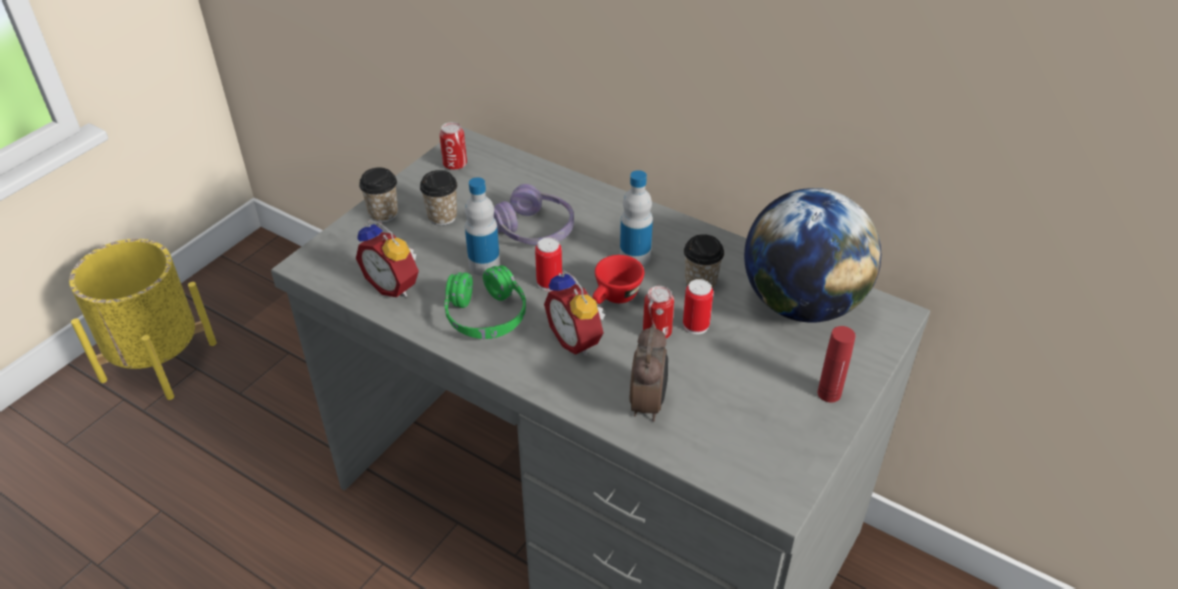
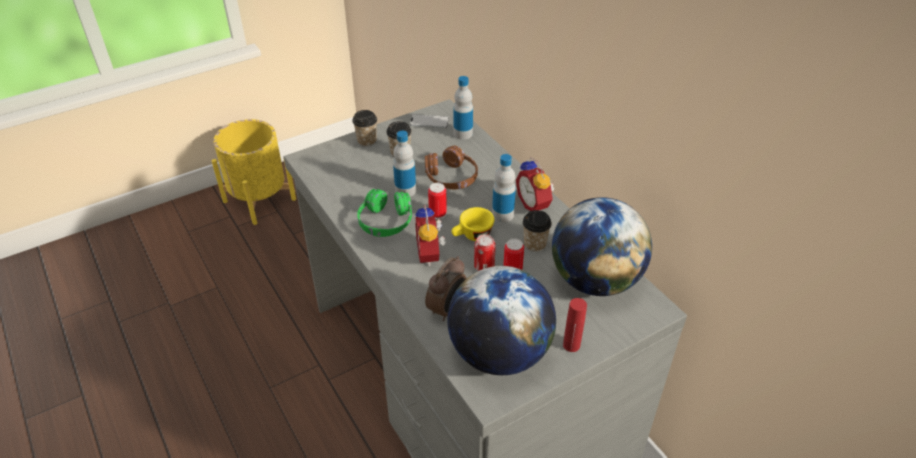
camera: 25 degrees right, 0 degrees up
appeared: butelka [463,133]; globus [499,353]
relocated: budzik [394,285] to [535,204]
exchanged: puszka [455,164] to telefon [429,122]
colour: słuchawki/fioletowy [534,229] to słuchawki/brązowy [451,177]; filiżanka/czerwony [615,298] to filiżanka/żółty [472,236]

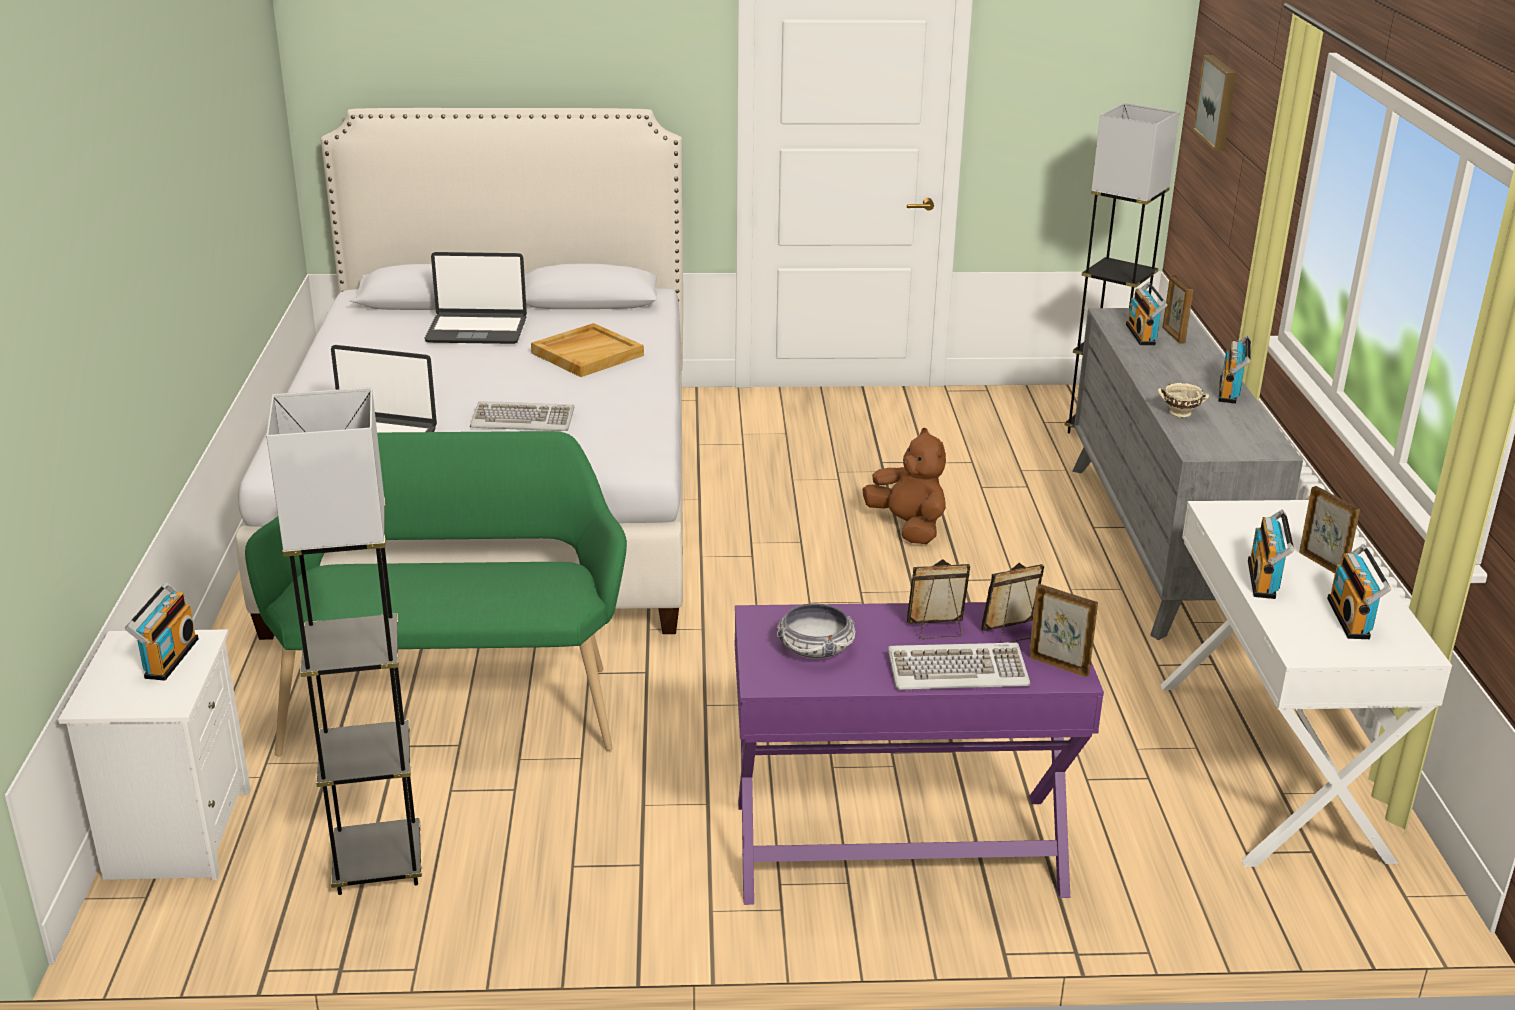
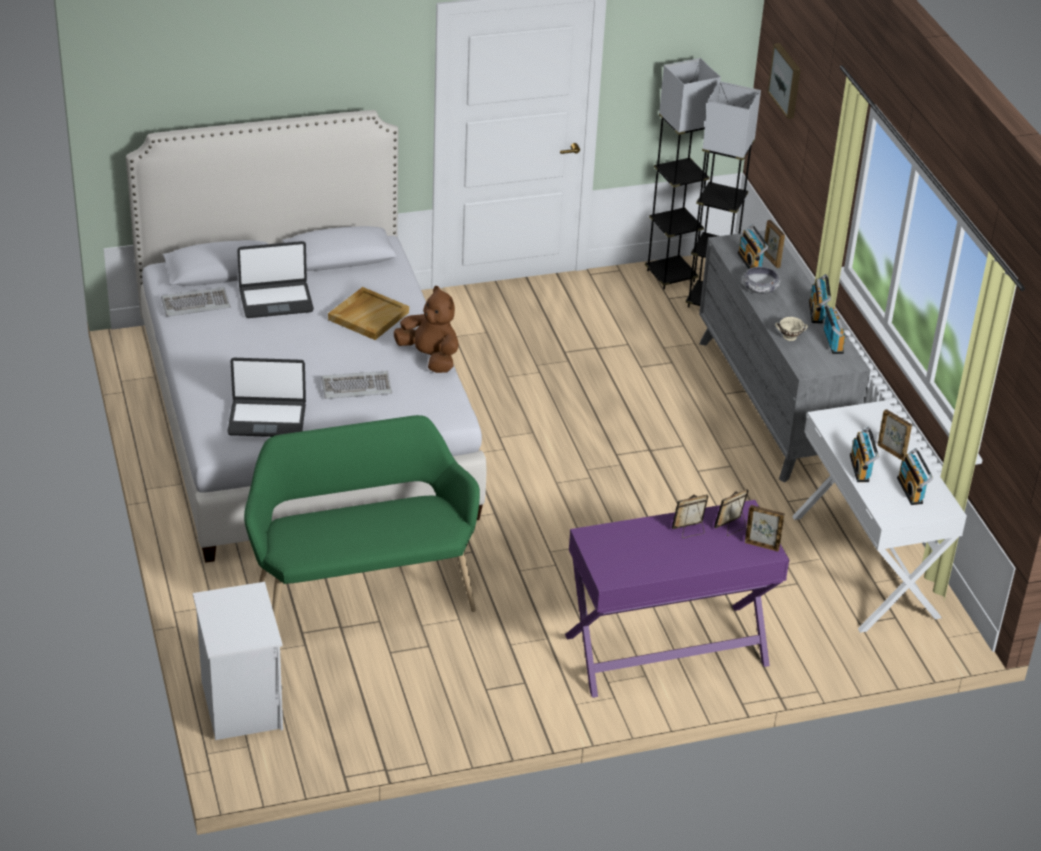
camera: 15 degrees left, 10 degrees up
relocated: lampa stojąca/szary [378,864] to [670,276]; pluszak/brązowy [908,527] to [430,357]; radio [168,658] to [831,342]; miska [815,647] to [760,288]; klawiatura [957,671] to [196,304]

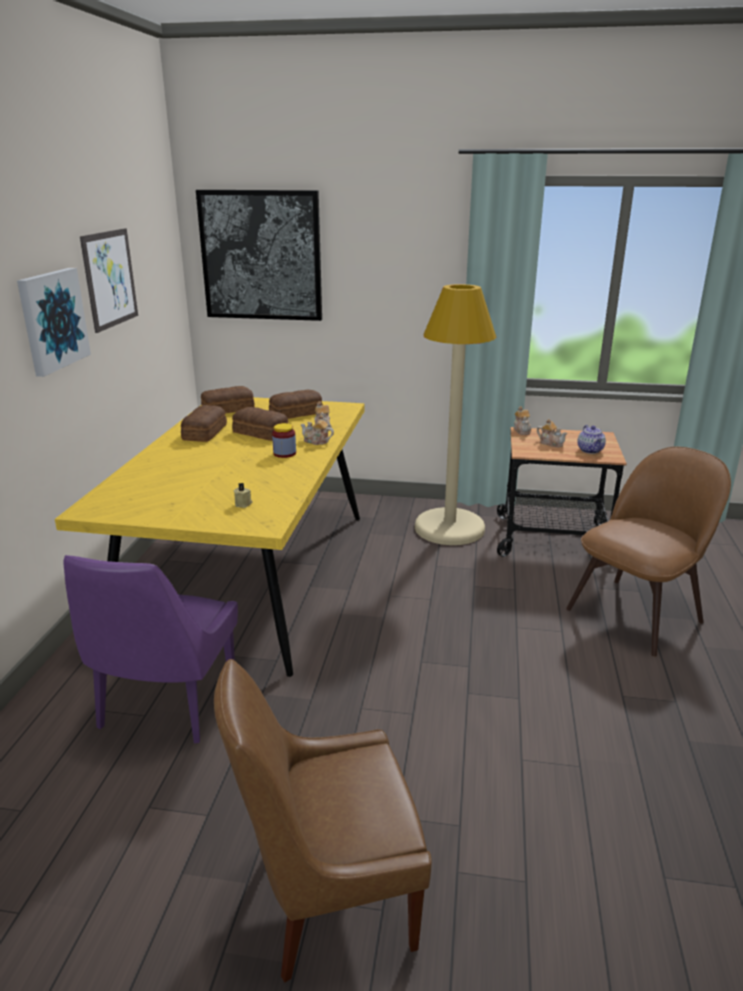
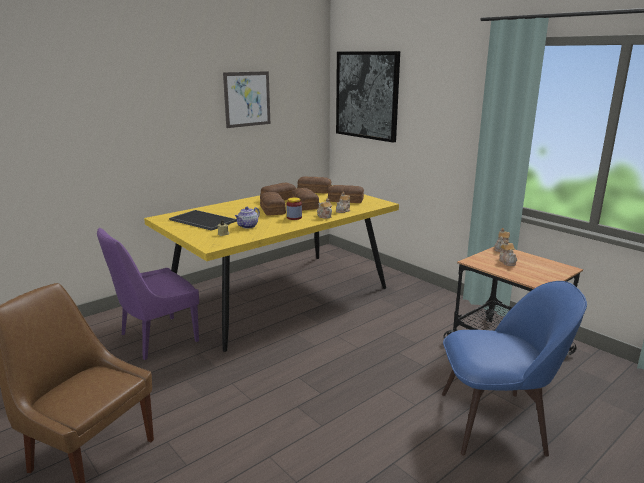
camera: 40 degrees right, 5 degrees down
missing: obraz [53,320]; lampa stojąca/beżowy [449,528]
appeared: chleb [272,210]; taca [201,220]
relocated: imbryk [590,451] to [247,226]
colour: krzesło/brązowy [637,613] to krzesło/niebieski [496,422]

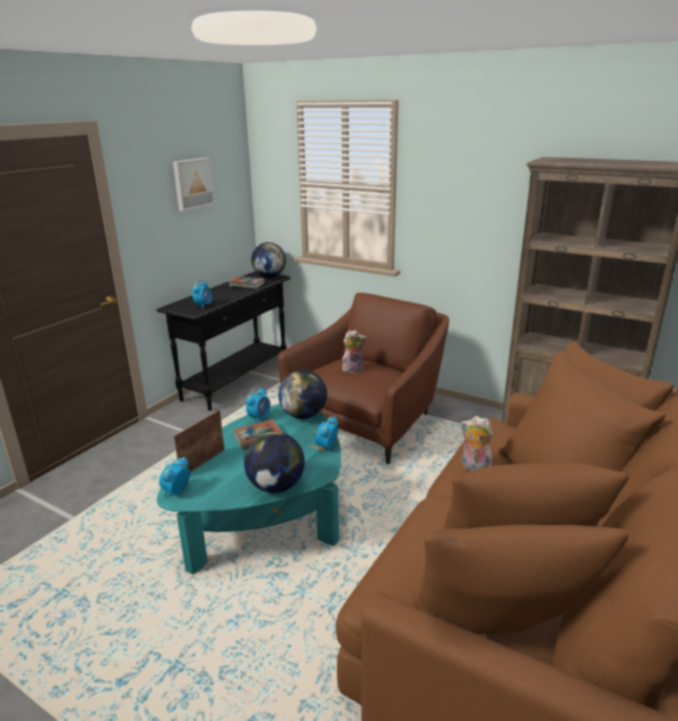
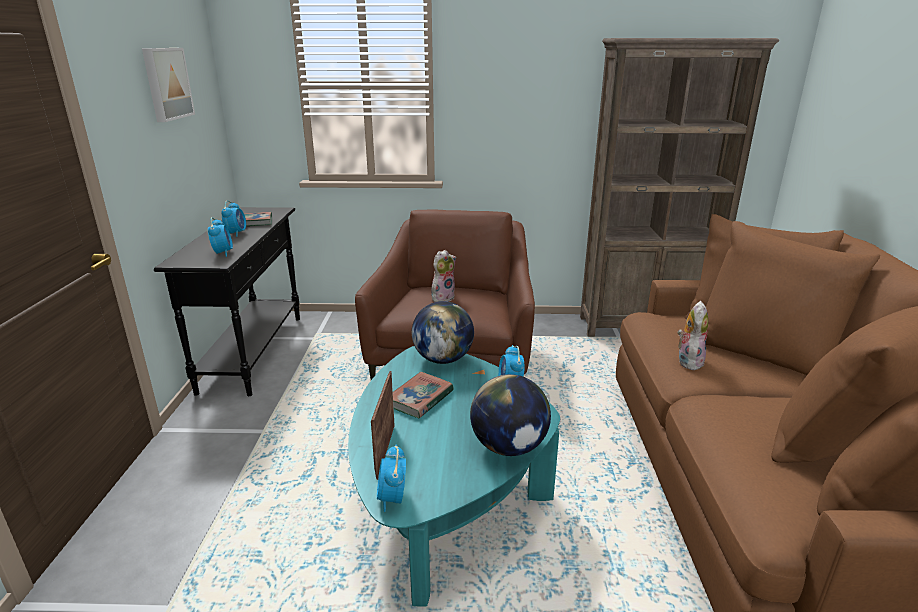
camera: 30 degrees left, 0 degrees up
missing: globus [269,276]
relocated: budzik [259,417] to [236,233]
spun: pluszak [474,468] = [688,361] 105 degrees clockwise

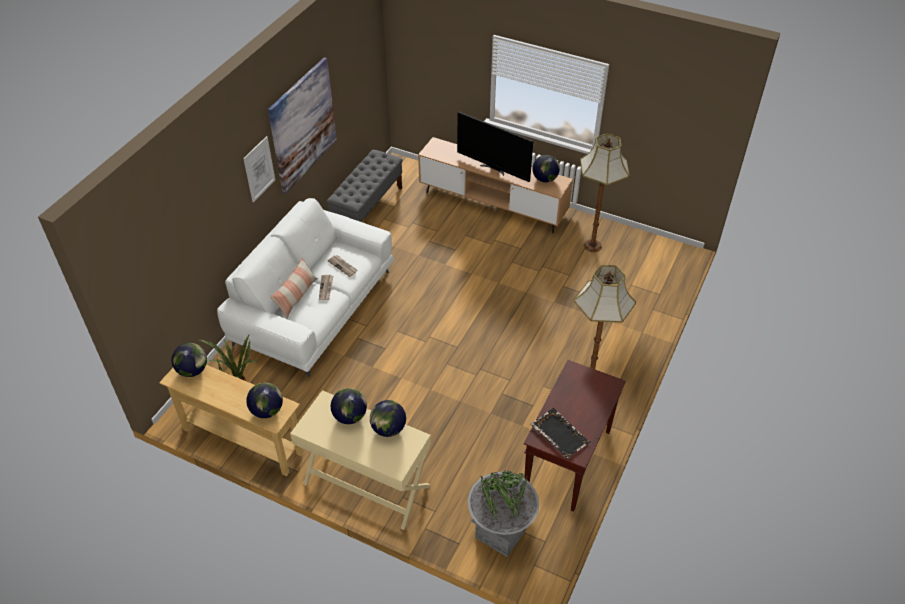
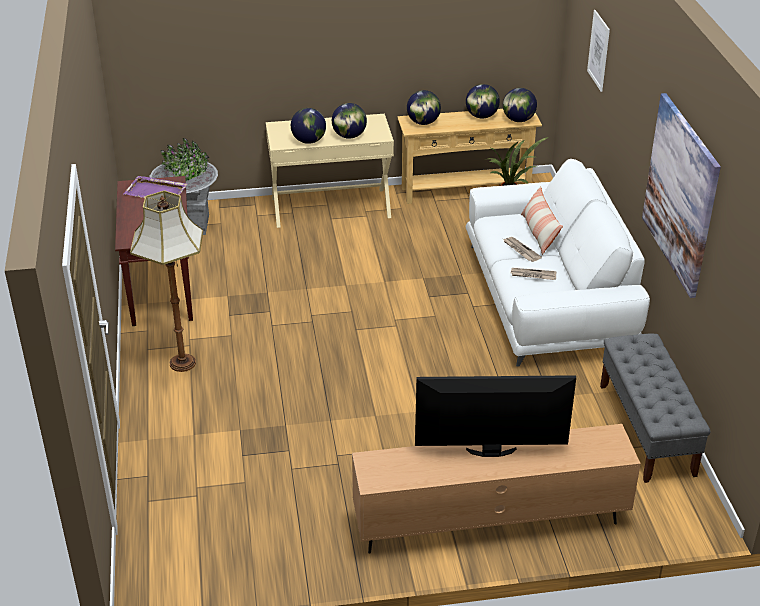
camera: 145 degrees right, 10 degrees down
missing: lampa stojąca [592,245]
relocated: obraz [259,169] to [598,50]; globus [545,179] to [481,116]
colour: taca/czarny [559,434] to taca/fioletowy [156,191]

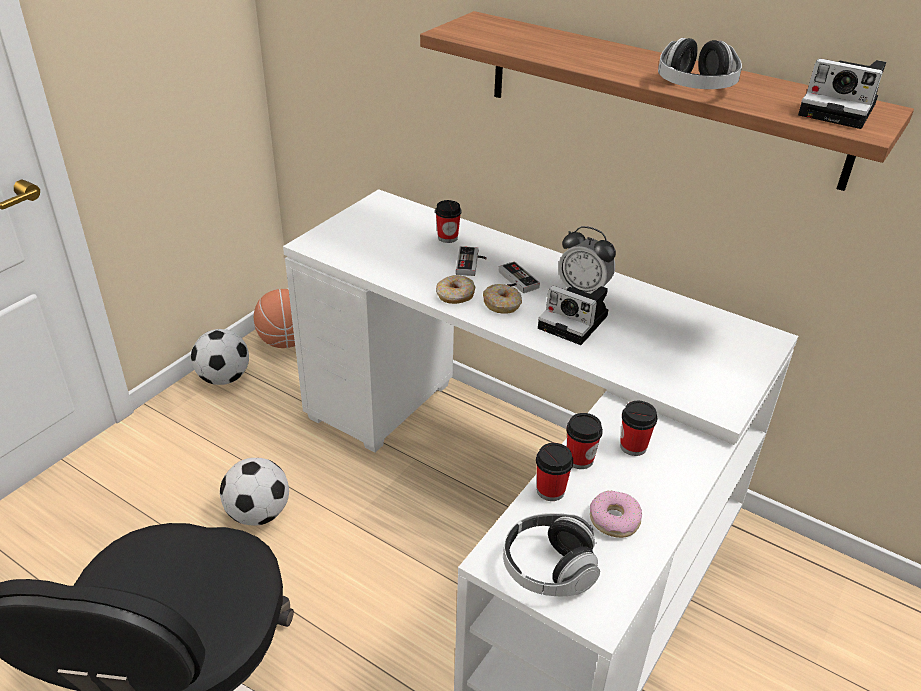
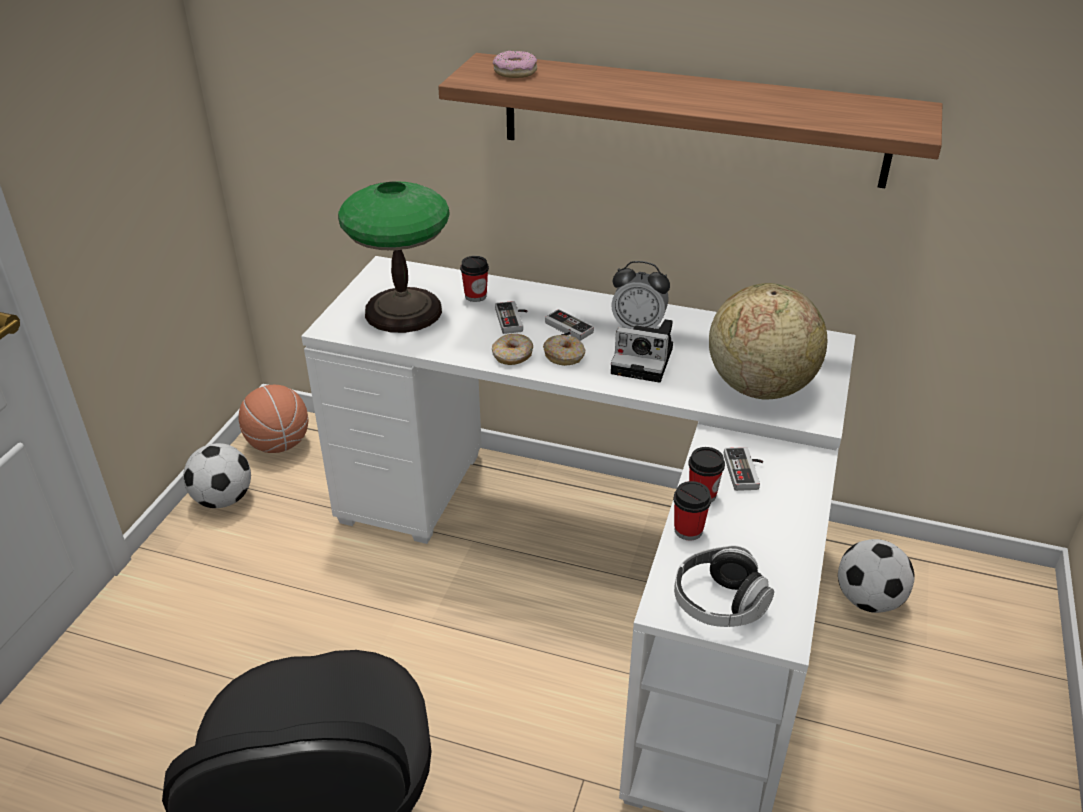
camera: 15 degrees left, 0 degrees up
missing: słuchawki [695,88]; aparat fotograficzny [841,110]
appeared: lampa stołowa [402,312]; globus [759,387]
relocated: piłka futbolowa [258,513] to [868,600]; donut [614,520] to [515,72]
exchanged: filiżanka [633,446] to pad do gier [746,471]

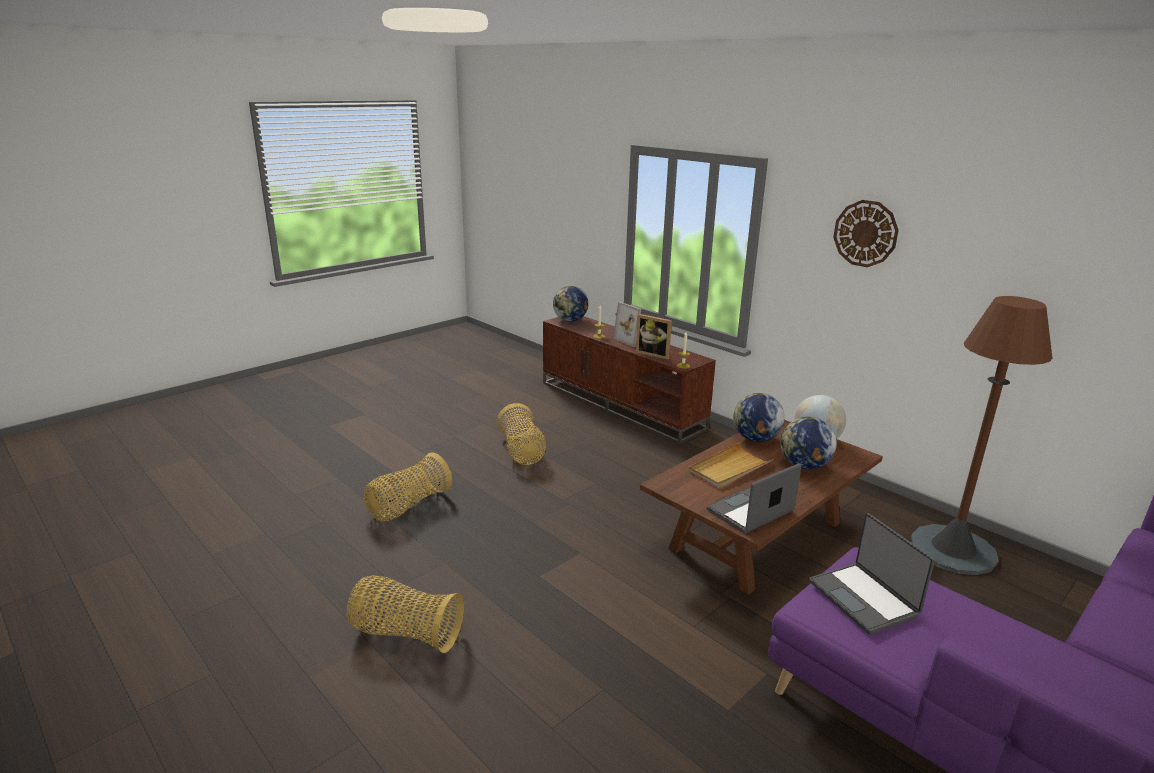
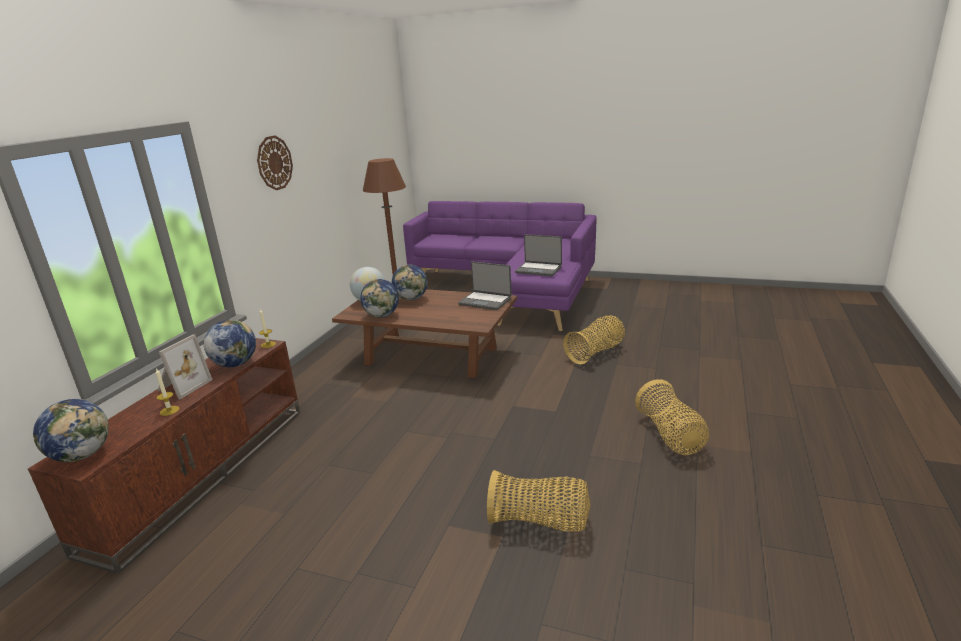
camera: 115 degrees left, 0 degrees up
missing: taca/beżowy [729,468]
relocated: koszyk [522,451] to [596,352]
exchanged: ramka na zdjęcie [654,354] to globus [235,364]
spun: laptop [864,598] = [539,269] 75 degrees clockwise

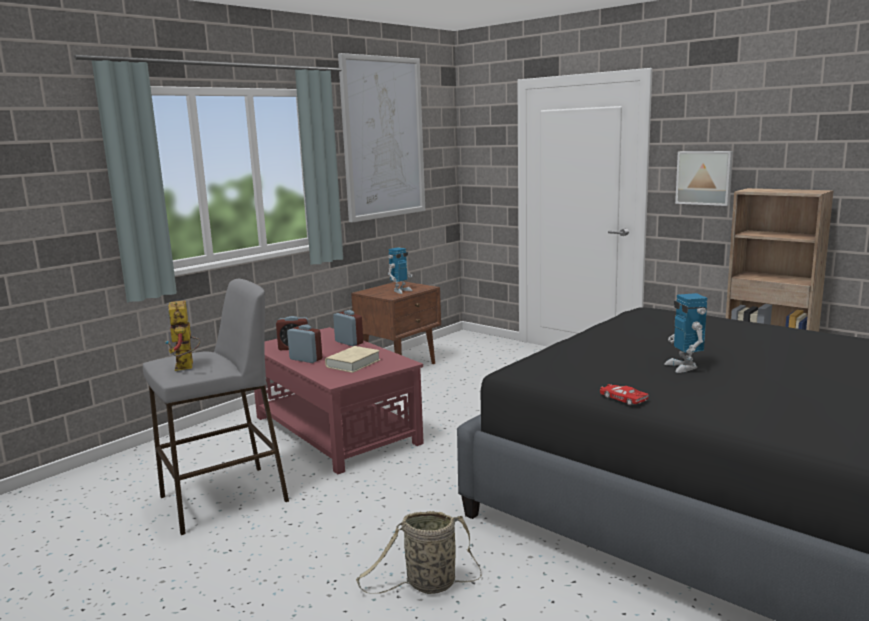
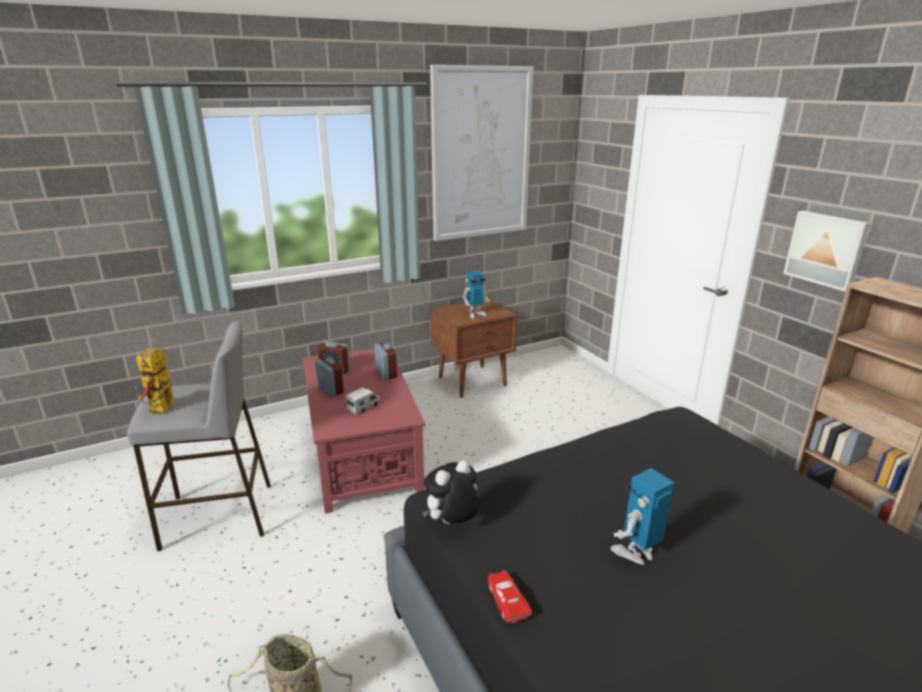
camera: 20 degrees right, 10 degrees up
appeared: pluszak [452,523]
exchanged: książka/beżowy [353,363] to ciężarówka zabawkowa [363,407]
spun: robot zabawkowy [684,367] = [636,553] 45 degrees clockwise

